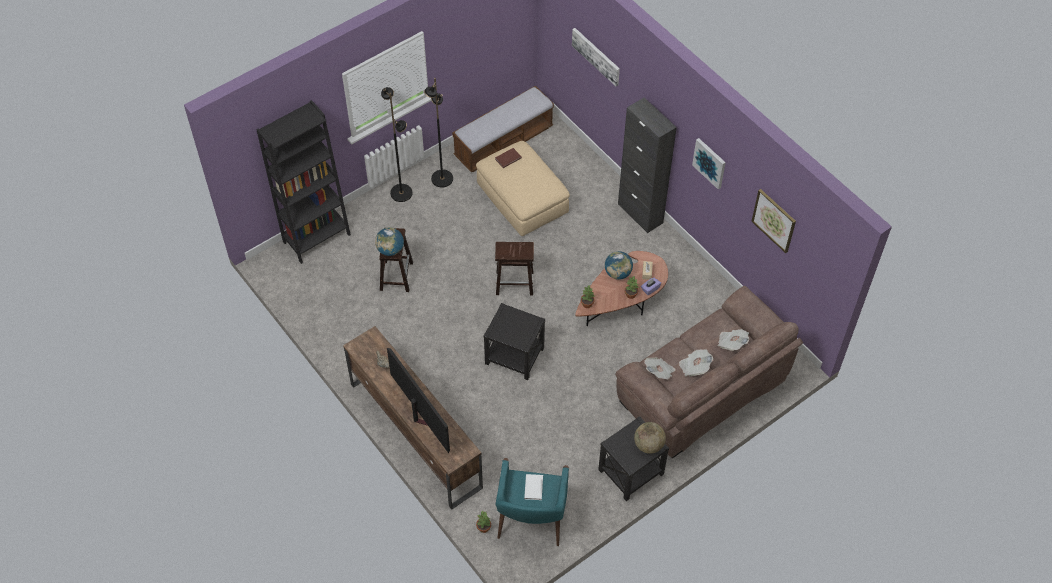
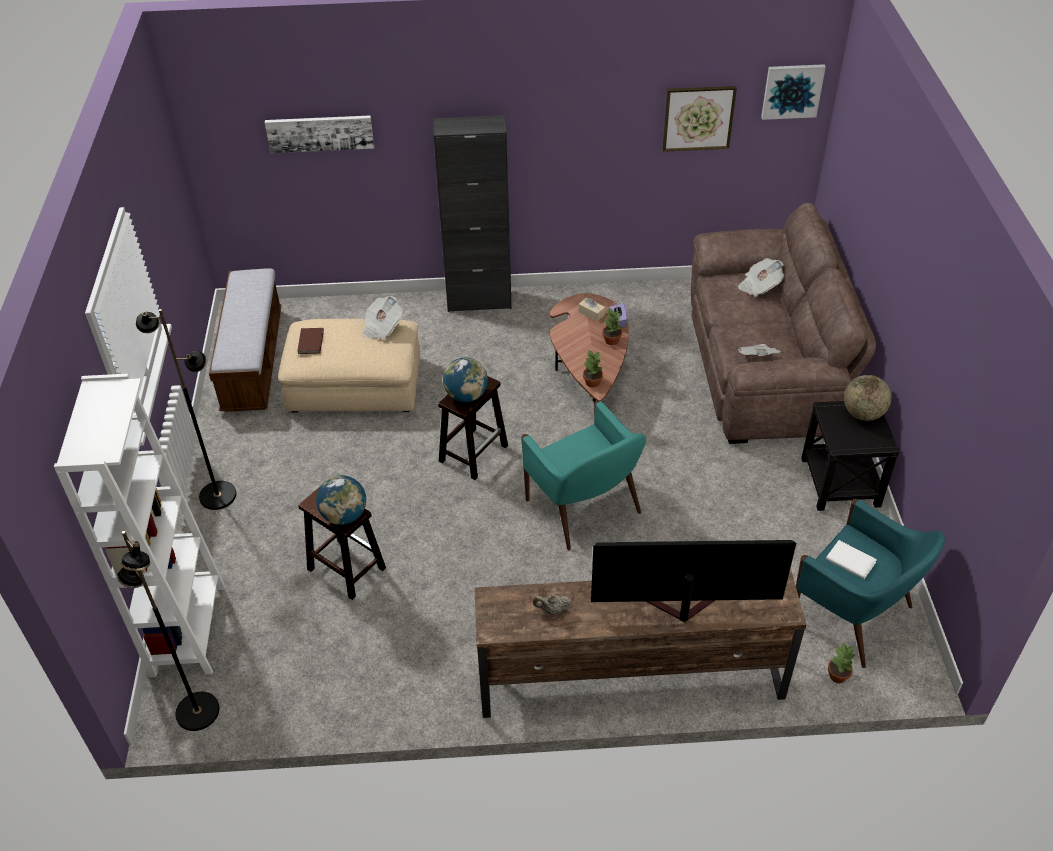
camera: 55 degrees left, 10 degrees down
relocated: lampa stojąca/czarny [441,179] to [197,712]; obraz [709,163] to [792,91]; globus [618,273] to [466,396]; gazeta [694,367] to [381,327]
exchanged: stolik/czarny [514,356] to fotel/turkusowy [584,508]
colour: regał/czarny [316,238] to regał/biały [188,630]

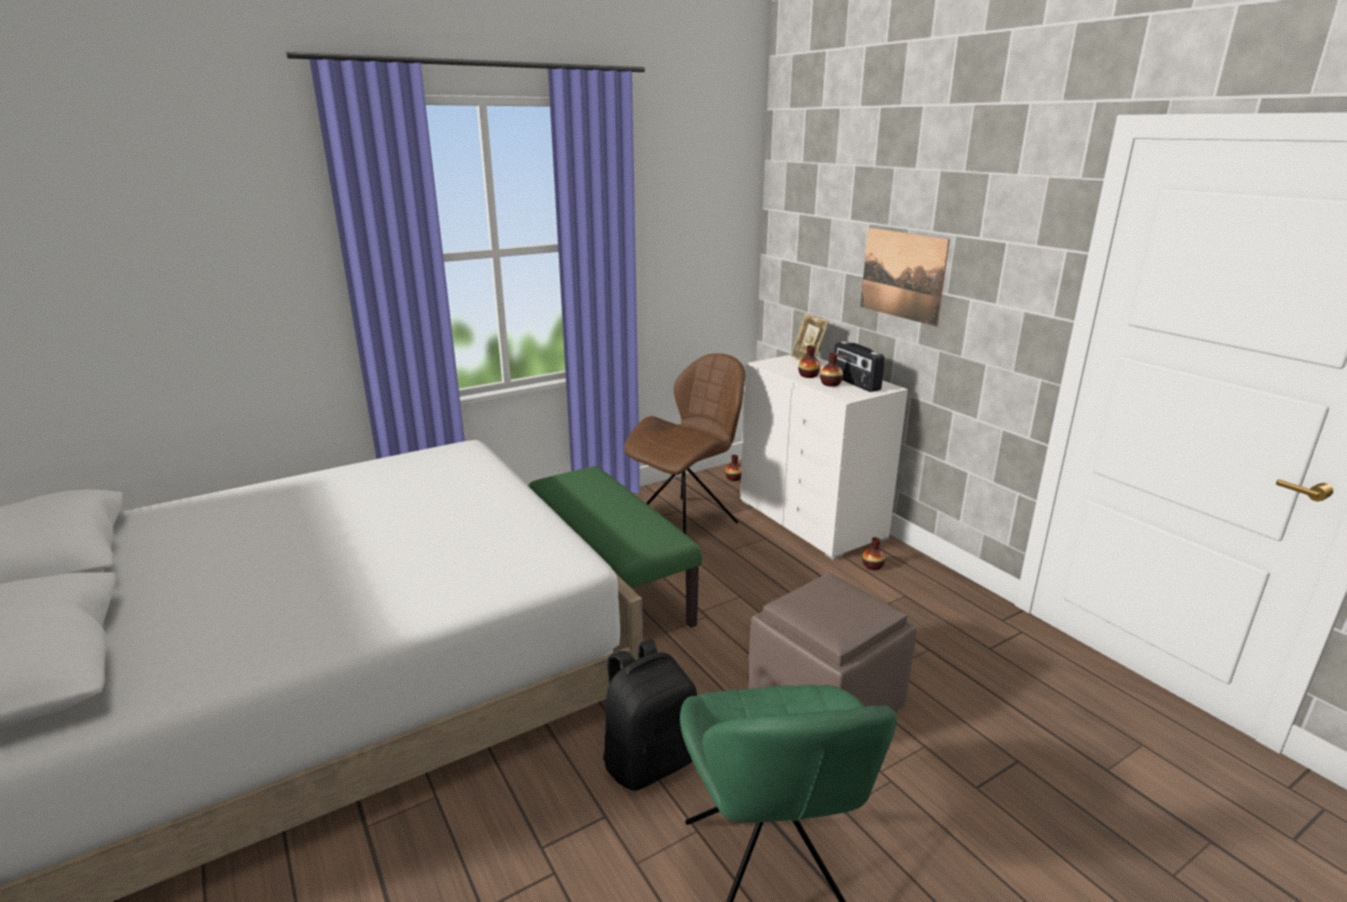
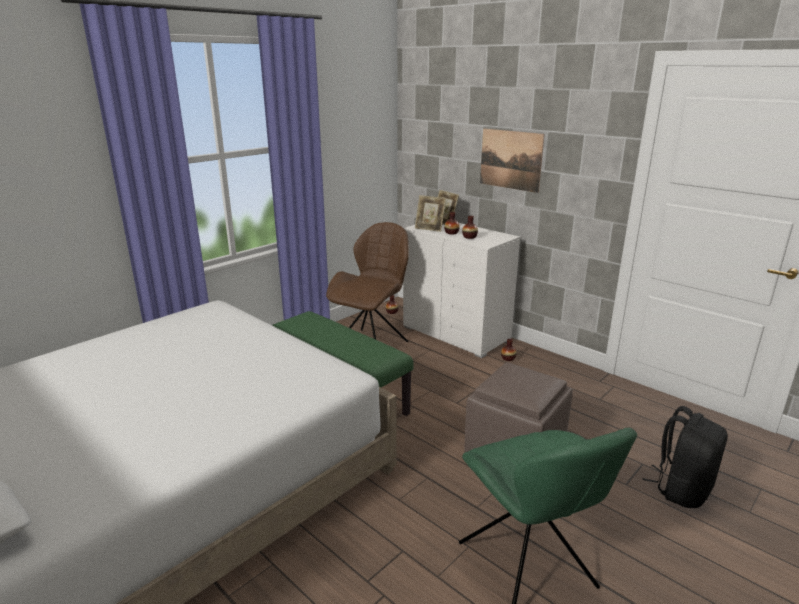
camera: 15 degrees left, 0 degrees up
missing: radio [855,383]
appeared: ramka na zdjęcie [429,229]
relocated: plecak/czarny [649,761] to [681,489]

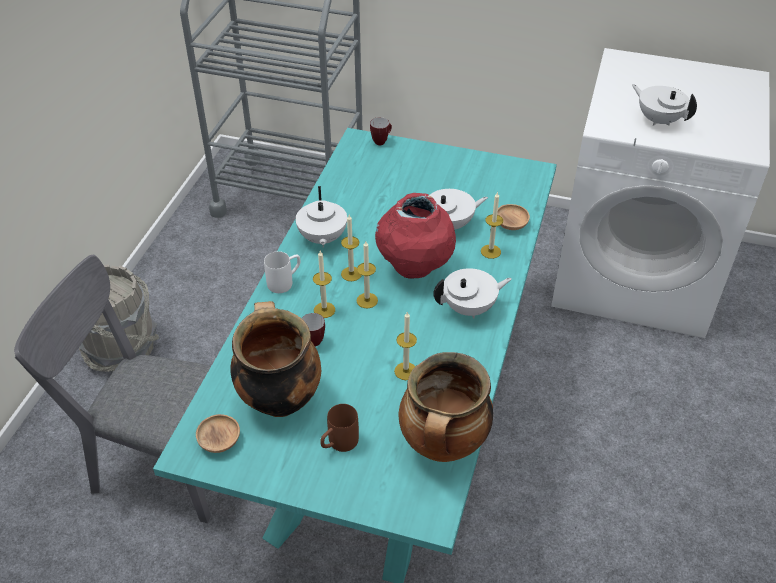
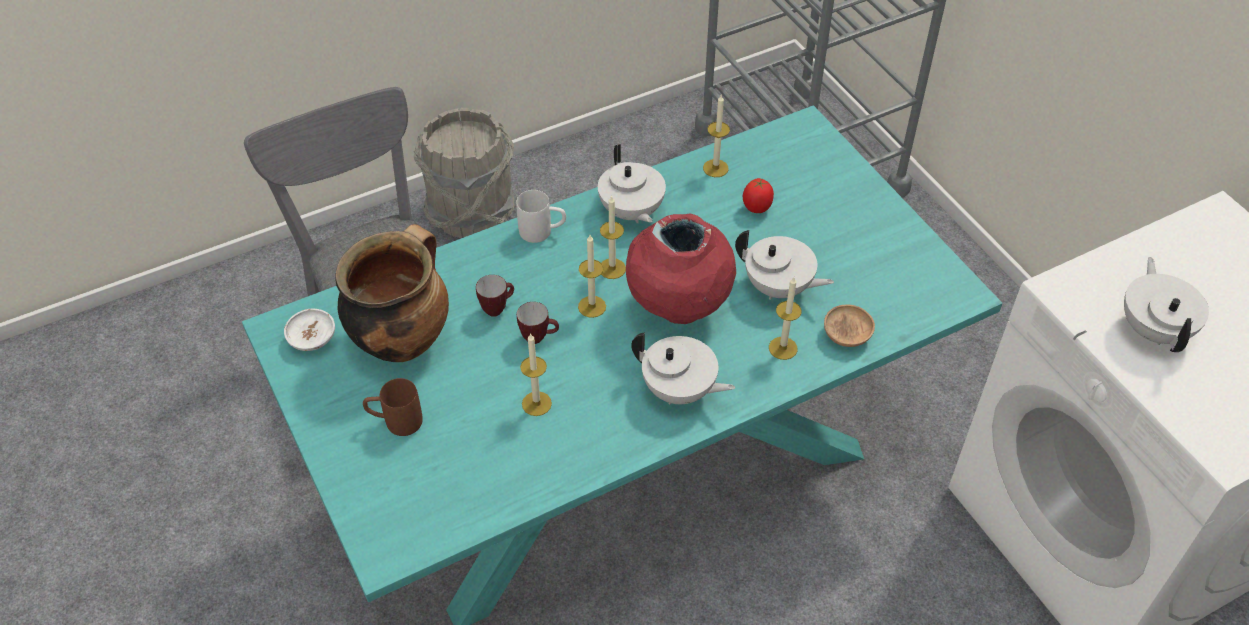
camera: 45 degrees right, 5 degrees up
missing: garnek [444,446]
appeared: pomidor [757,208]
relocated: kubek [381,141] to [539,337]; świeca [324,310] to [715,168]
colour: miska/brązowy [219,441] to miska/biały [312,339]
spun: imbryk/biały [322,239] = [631,212] 60 degrees counterclockwise

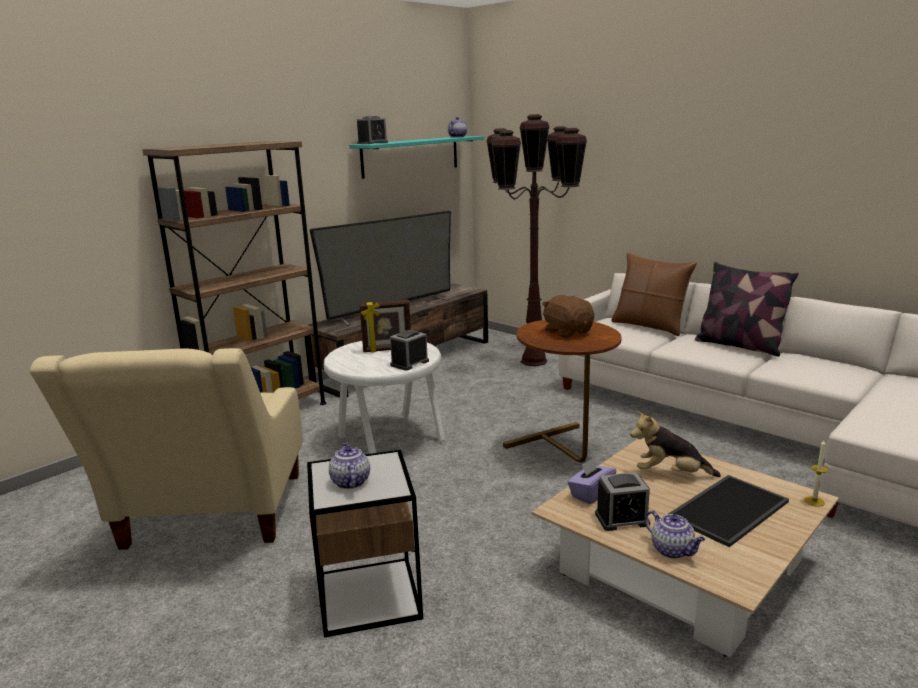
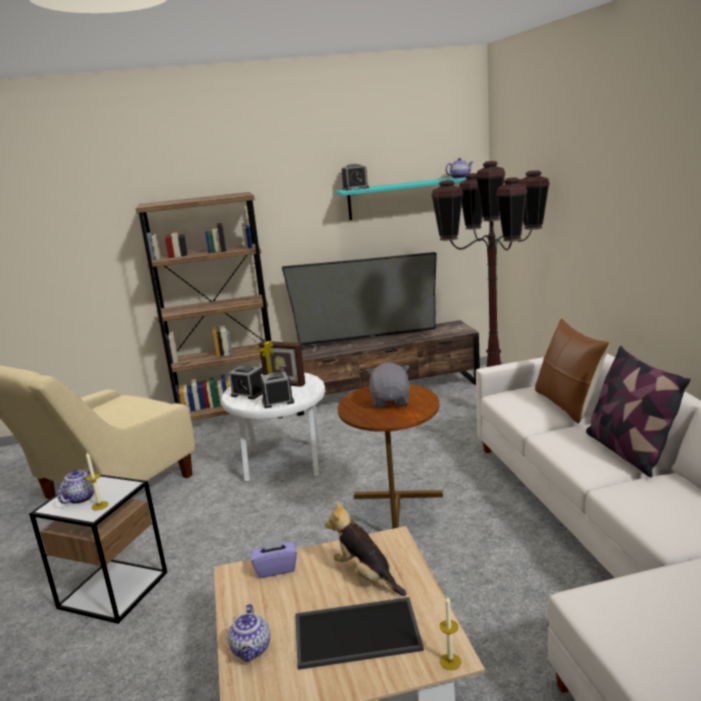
camera: 35 degrees right, 0 degrees up
appeared: świeca [100,505]
relocated: budzik [622,519] to [247,394]
colour: pluszak/brązowy [567,332] to pluszak/szary [391,401]

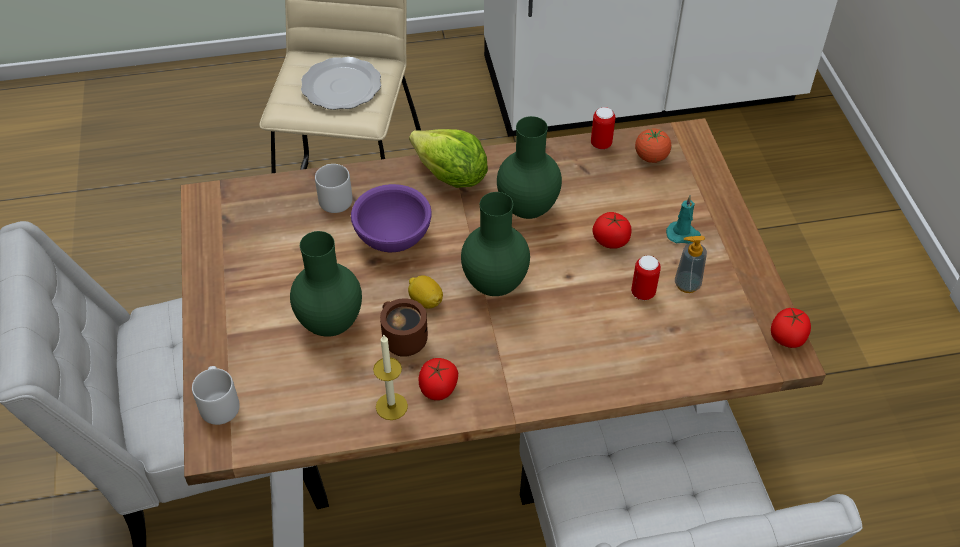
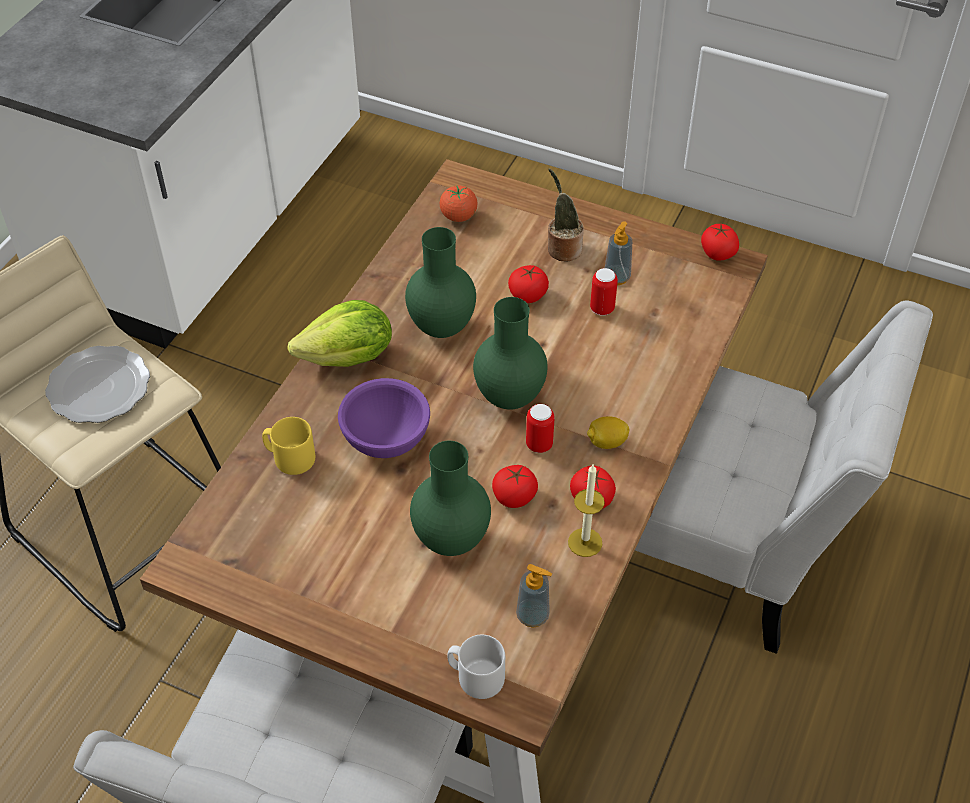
camera: 55 degrees left, 0 degrees up
appeared: dozownik mydła [532,616]
relocated: puszka [601,144] to [539,444]; cytryna [425,301] to [606,442]
exchanged: świeca/turkusowy [683,234] to roślina doniczkowa [562,248]; kubek/brązowy [401,339] to pomidor [514,497]
colour: kubek/szary [335,198] to kubek/żółty [290,458]

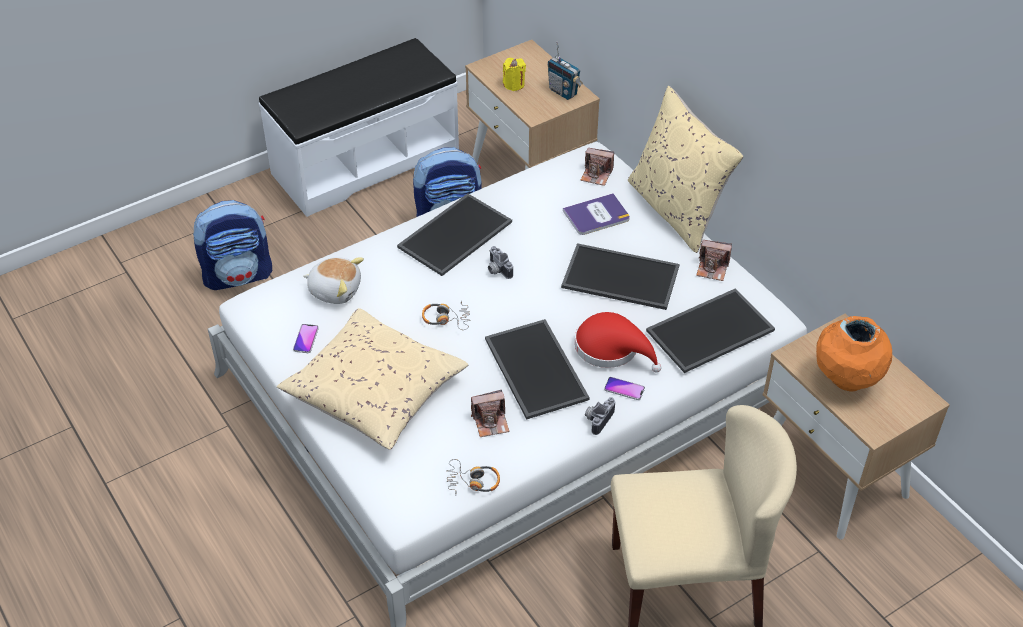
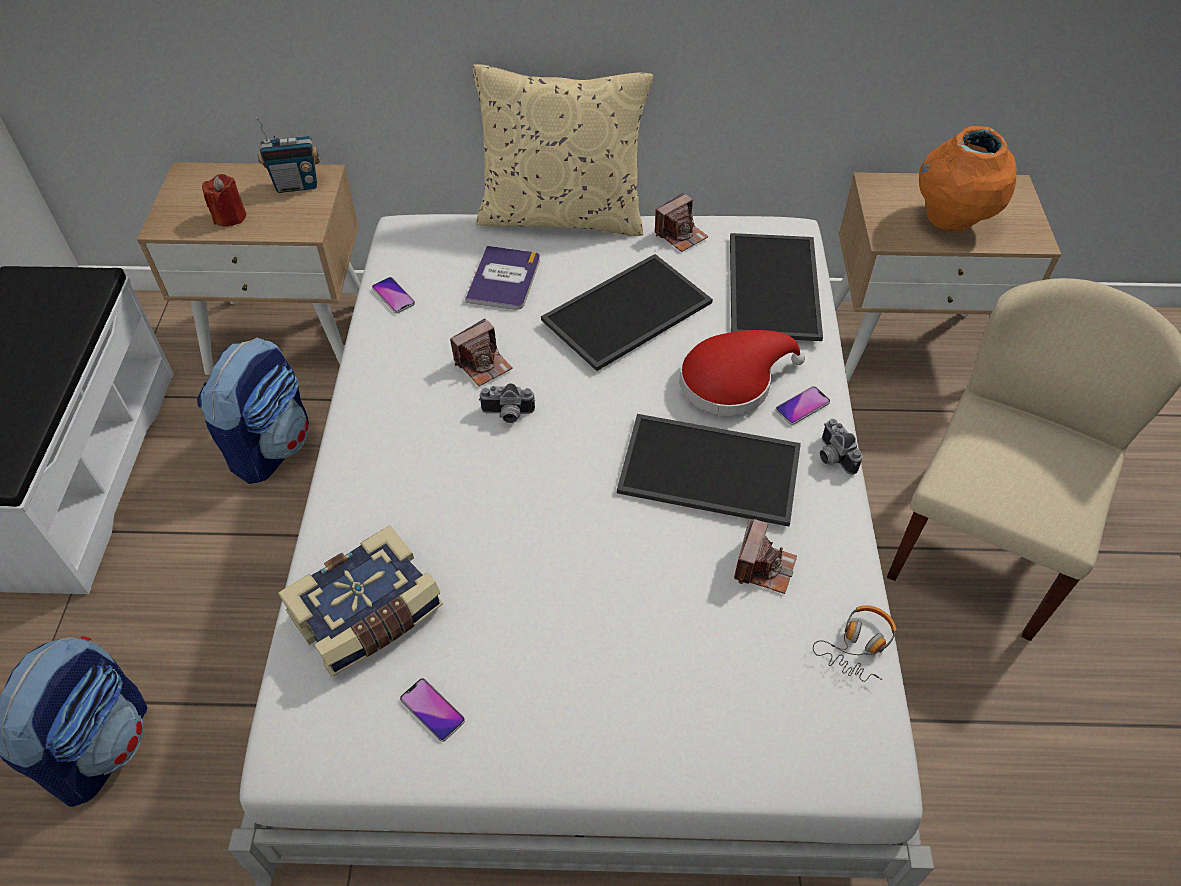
camera: 55 degrees left, 5 degrees up
missing: taca [454,233]; słuchawki [446,319]; poduszka/beżowy [375,392]
appeared: telefon [393,296]
relocated: aparat fotograficzny [596,174] to [483,364]
exchanged: pluszak [335,290] to książka [369,615]
colour: świeca/żółty [514,84] to świeca/czerwony [230,217]

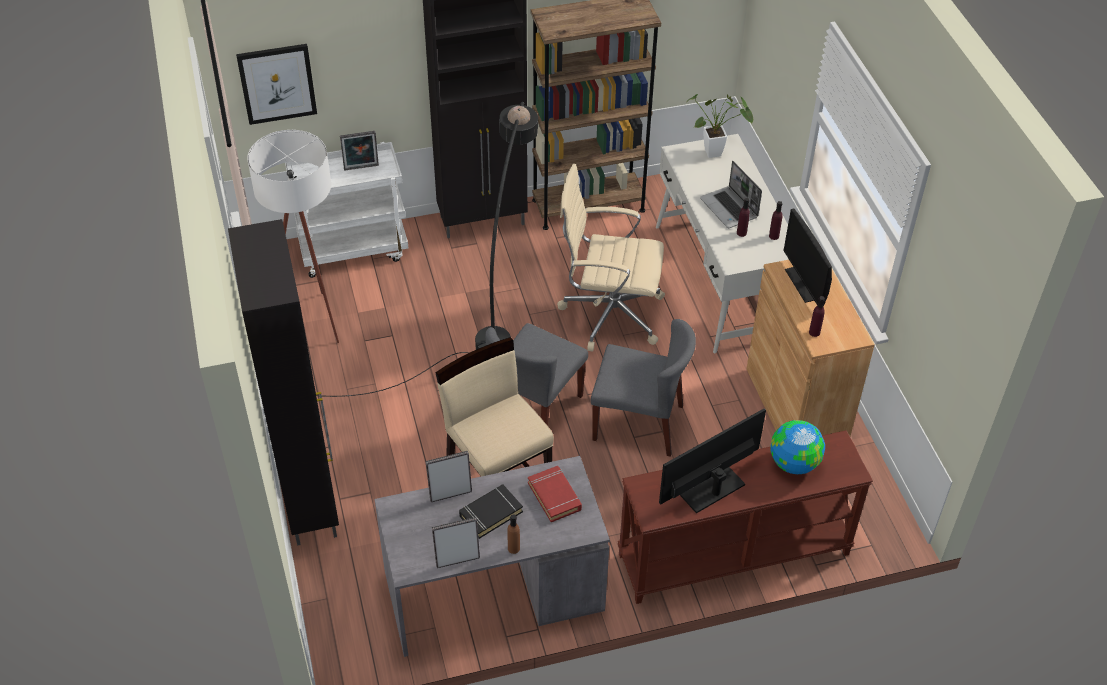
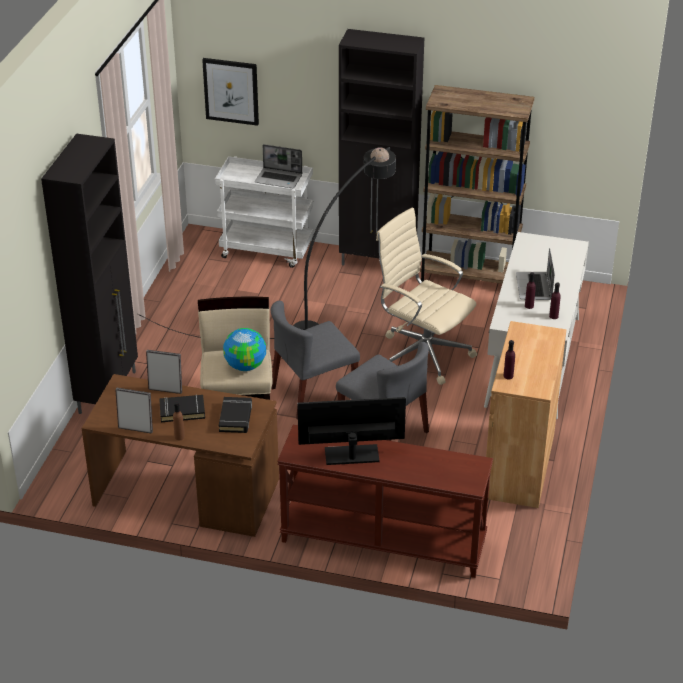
camera: 30 degrees right, 10 degrees down
missing: roślina doniczkowa [717,152]; lampa stojąca/biały [315,326]; monitor [804,283]
relocated: globus [793,463] to [245,365]
exchanged: ramka na zdjęcie [361,168] to laptop [279,179]
colour: biurko/szary [492,592] to biurko/brązowy [185,493]; książka/czerwony [554,496] to książka/czarny [236,418]

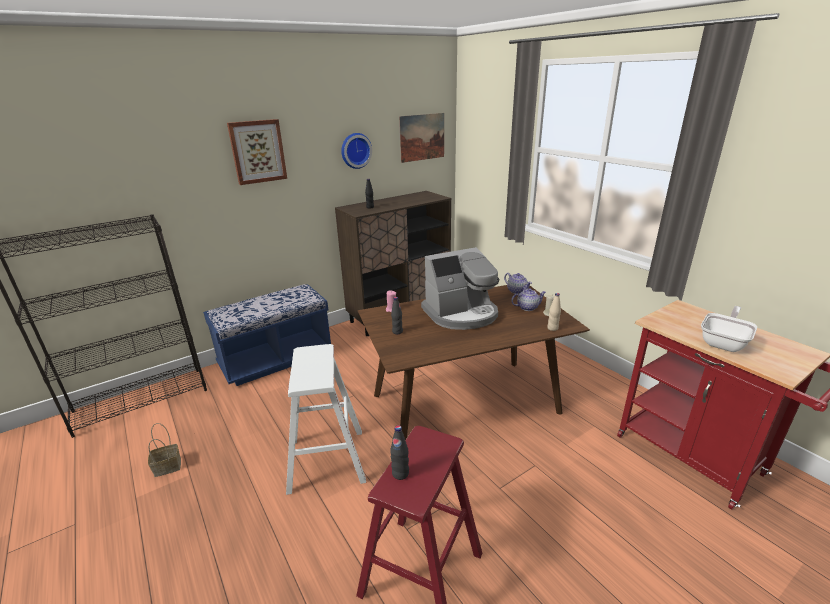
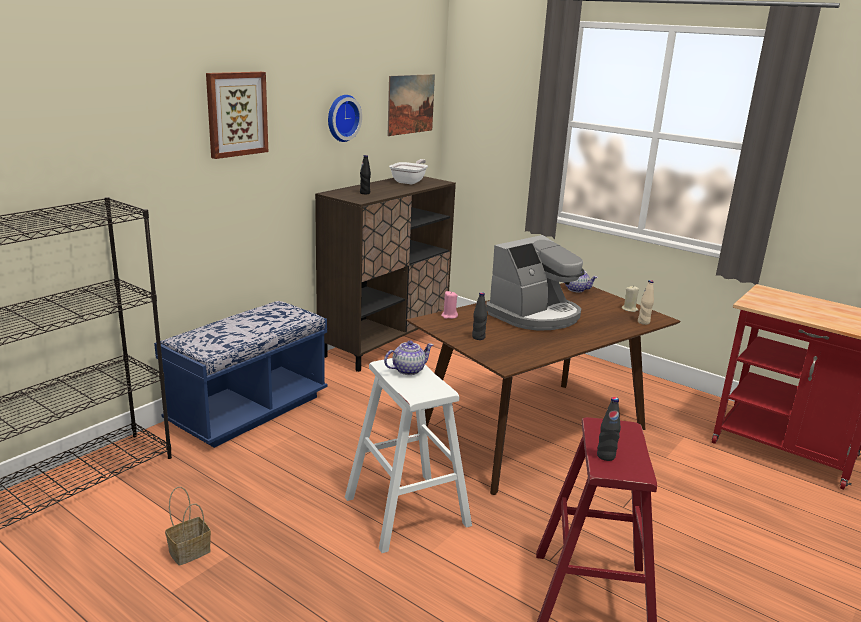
camera: 20 degrees left, 5 degrees down
relocated: imbryk [527,307] to [408,370]; patelnia [724,342] to [410,181]

